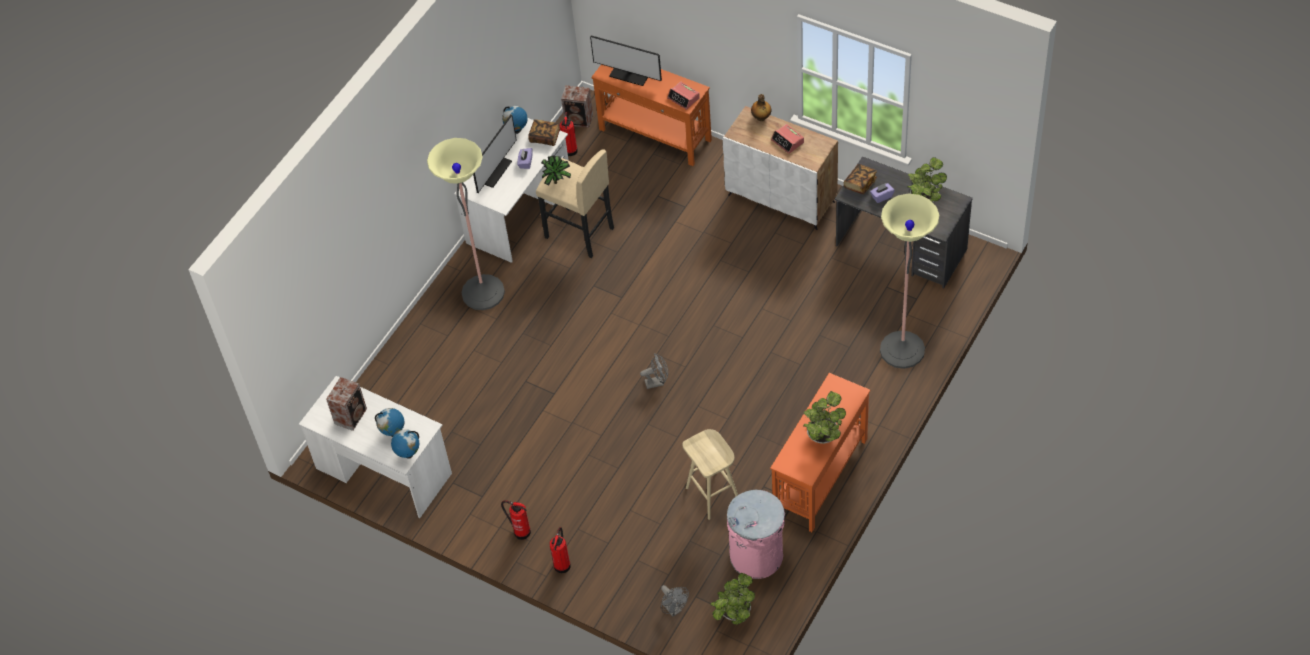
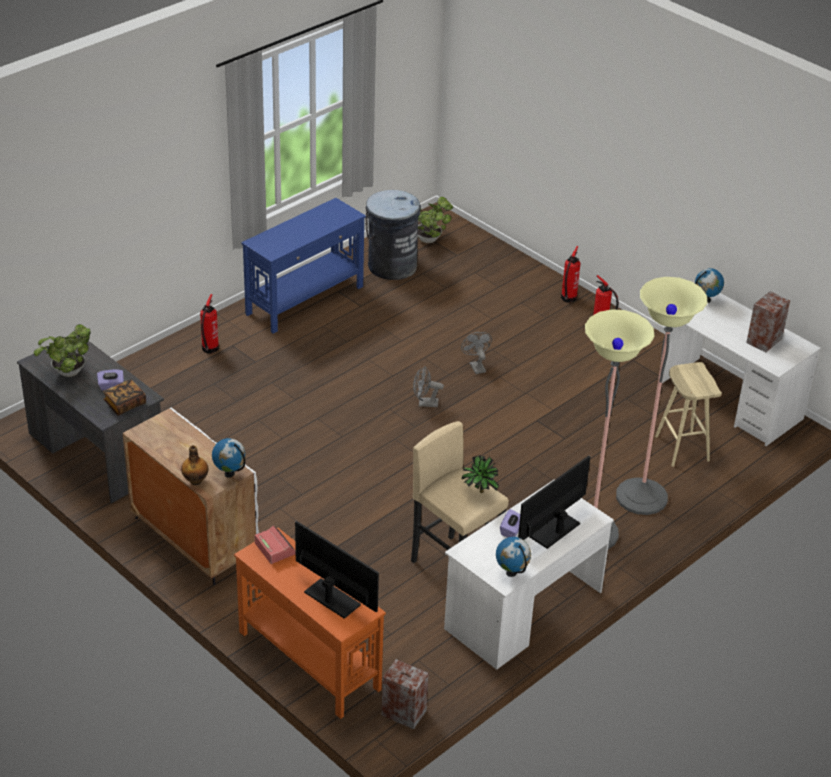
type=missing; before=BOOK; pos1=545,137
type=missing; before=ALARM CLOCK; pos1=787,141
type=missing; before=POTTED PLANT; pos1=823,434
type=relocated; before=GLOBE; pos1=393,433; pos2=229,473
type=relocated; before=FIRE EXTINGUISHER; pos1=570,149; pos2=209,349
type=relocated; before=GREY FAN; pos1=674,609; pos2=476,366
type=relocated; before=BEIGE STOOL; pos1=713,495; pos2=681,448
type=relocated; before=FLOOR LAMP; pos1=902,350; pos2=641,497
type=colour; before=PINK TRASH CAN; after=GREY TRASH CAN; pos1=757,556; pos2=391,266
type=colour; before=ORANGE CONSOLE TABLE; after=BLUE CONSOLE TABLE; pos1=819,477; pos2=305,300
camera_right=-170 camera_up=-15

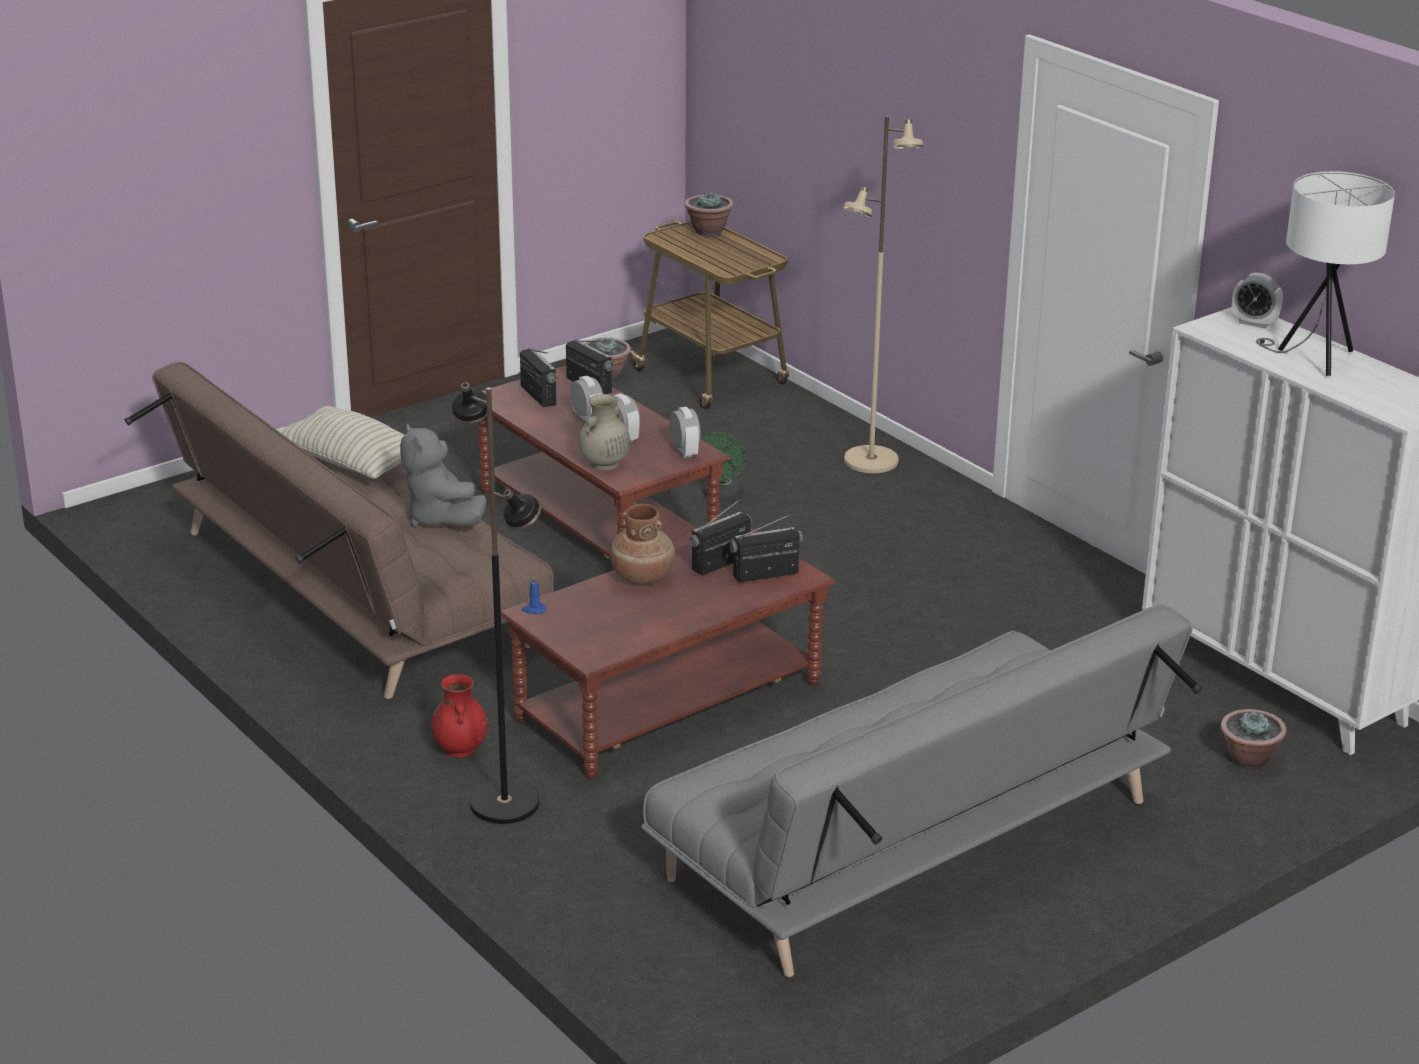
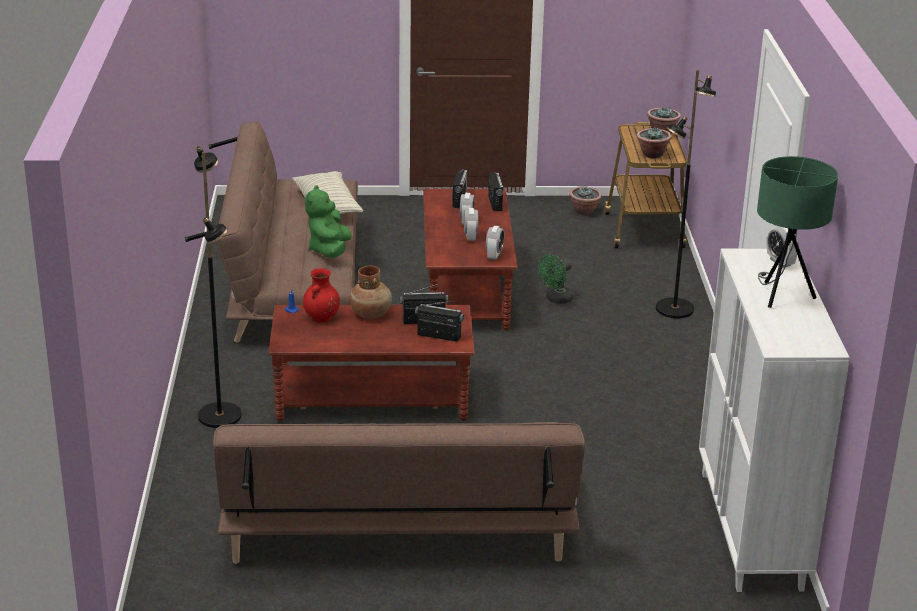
type=missing; before=BEIGE VASE; pos1=604,464
type=relocated; before=RED VASE; pos1=460,749; pos2=321,318
type=relocated; before=POTTED PLANT; pos1=1248,759; pos2=652,154
type=colour; before=GREY PLUSH TOY; after=GREEN PLUSH TOY; pos1=441,519; pos2=329,250
type=colour; before=GREY SOFA; after=BROWN SOFA; pos1=914,841; pos2=399,525
type=colour; before=BEIGE FLOOR LAMP; after=BLACK FLOOR LAMP; pos1=871,461; pos2=674,309
type=colour; before=WHITE TABLE LAMP; after=GREEN TABLE LAMP; pos1=1315,359; pos2=781,295
camera_right=35 camera_up=0

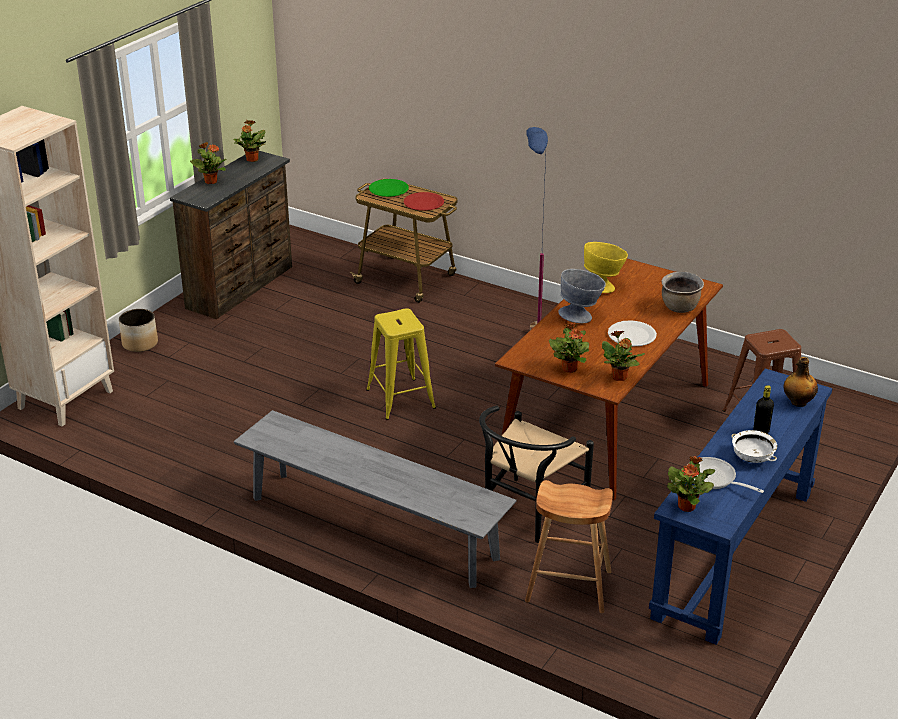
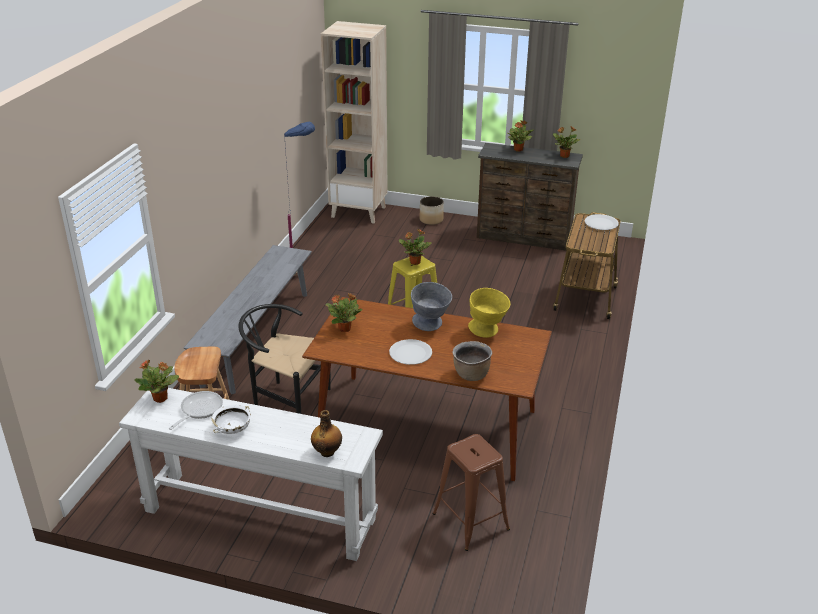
type=missing; before=RED PLATE; pos1=424,203
type=missing; before=BLACK BOTTLE; pos1=761,431
type=relocated; before=BLUE FLOOR LAMP; pos1=533,325; pos2=304,273
type=relocated; before=POTTED PLANT; pos1=619,377; pos2=414,262
type=colour; before=GREEN PLATE; after=WHITE PLATE; pos1=388,189; pos2=601,223
type=colour; before=BLUE CONSOLE TABLE; after=WHITE CONSOLE TABLE; pos1=734,553; pos2=260,514
camera_right=75 camera_up=0

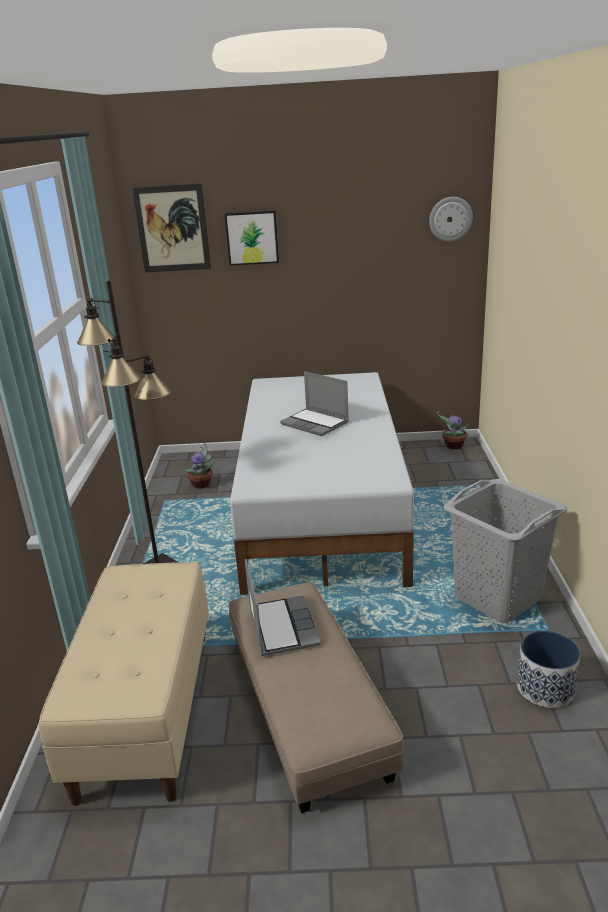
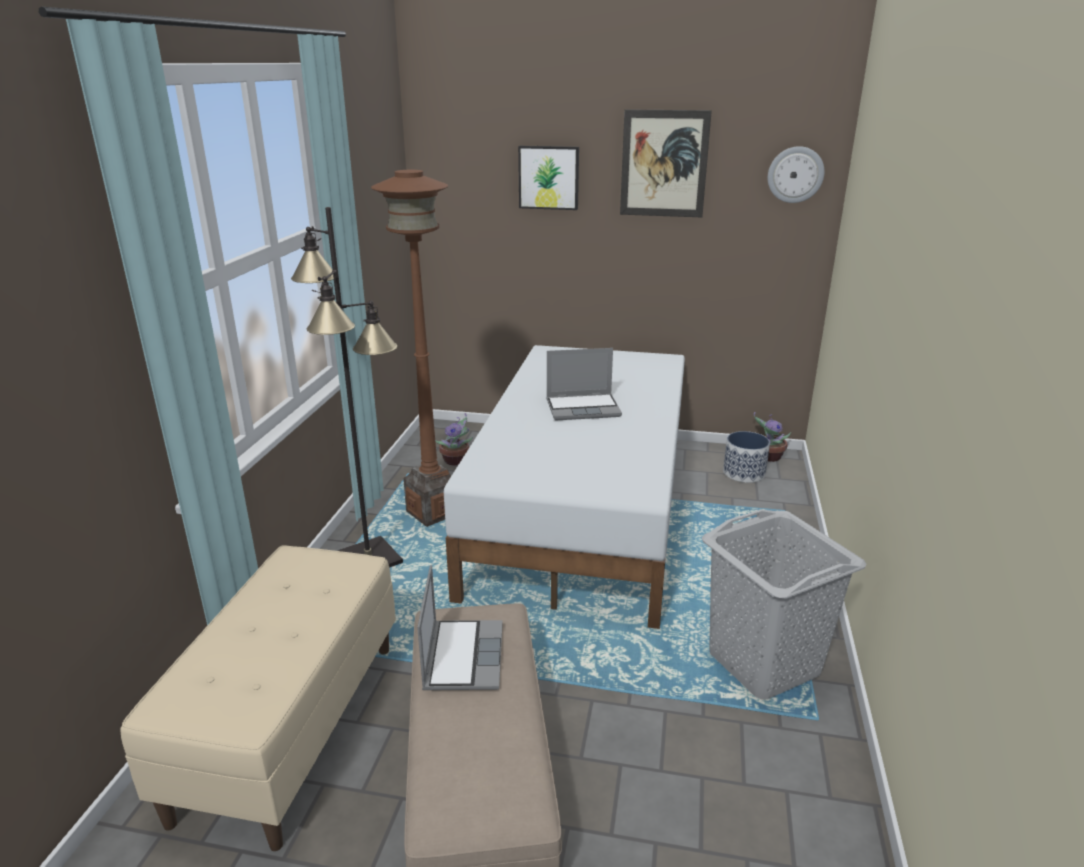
type=appeared; after=BROWN FLOOR LAMP; pos2=432,513
type=relocated; before=PICTURE; pos1=172,228; pos2=664,164
type=relocated; before=PLANTER; pos1=545,688; pos2=744,473
type=spun; before=LAPTOP; pos1=316,423; pos2=583,408; turn=-60
camera_right=10 camera_up=0

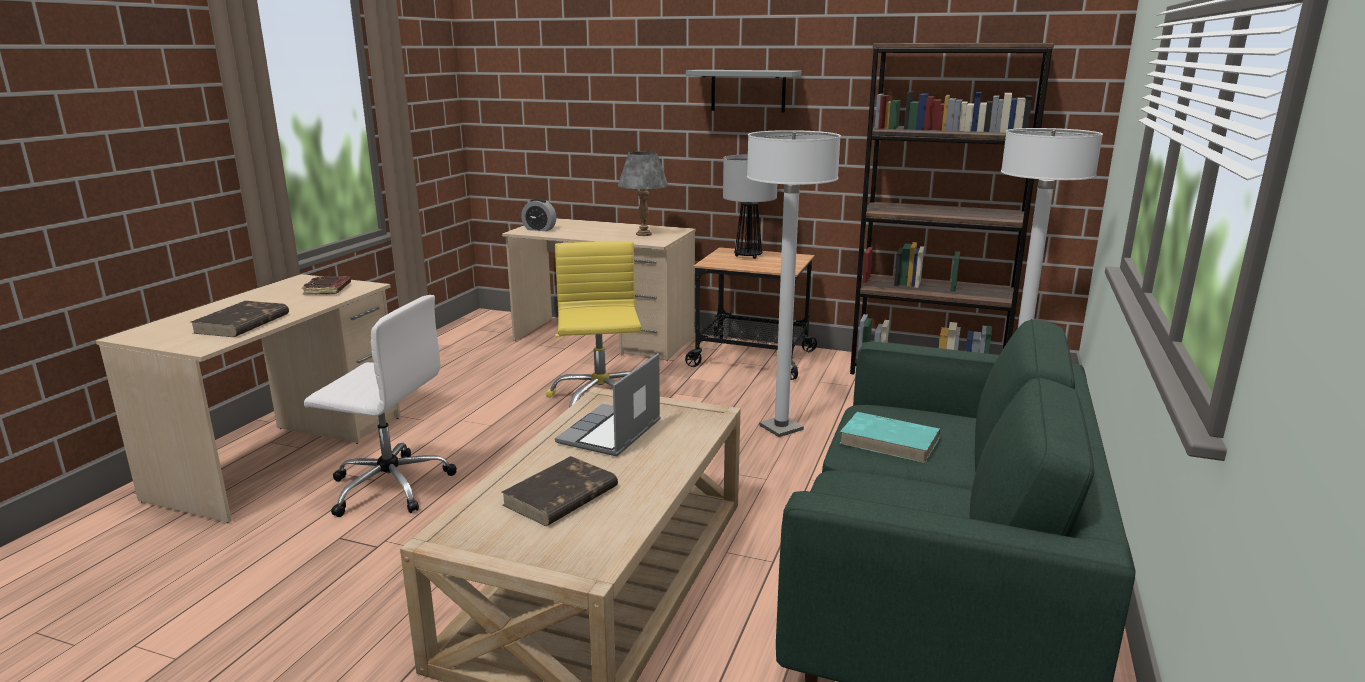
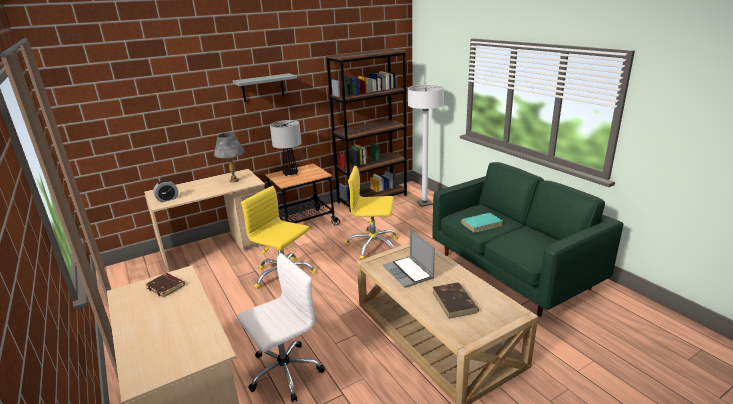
type=missing; before=BROWN BOOK; pos1=242,324
type=exchanged; before=WHITE FLOOR LAMP; after=YELLOW OFFICE CHAIR; pos1=781,428; pos2=373,245
camera_right=-50 camera_up=5

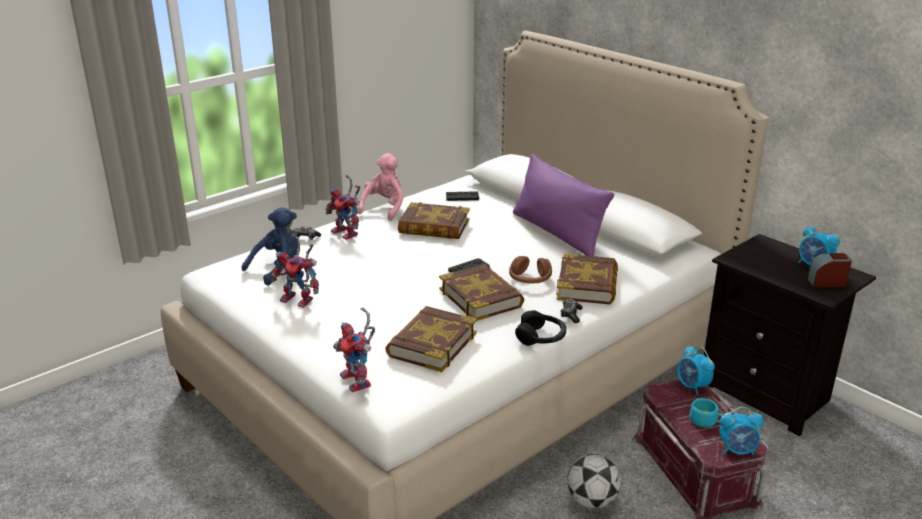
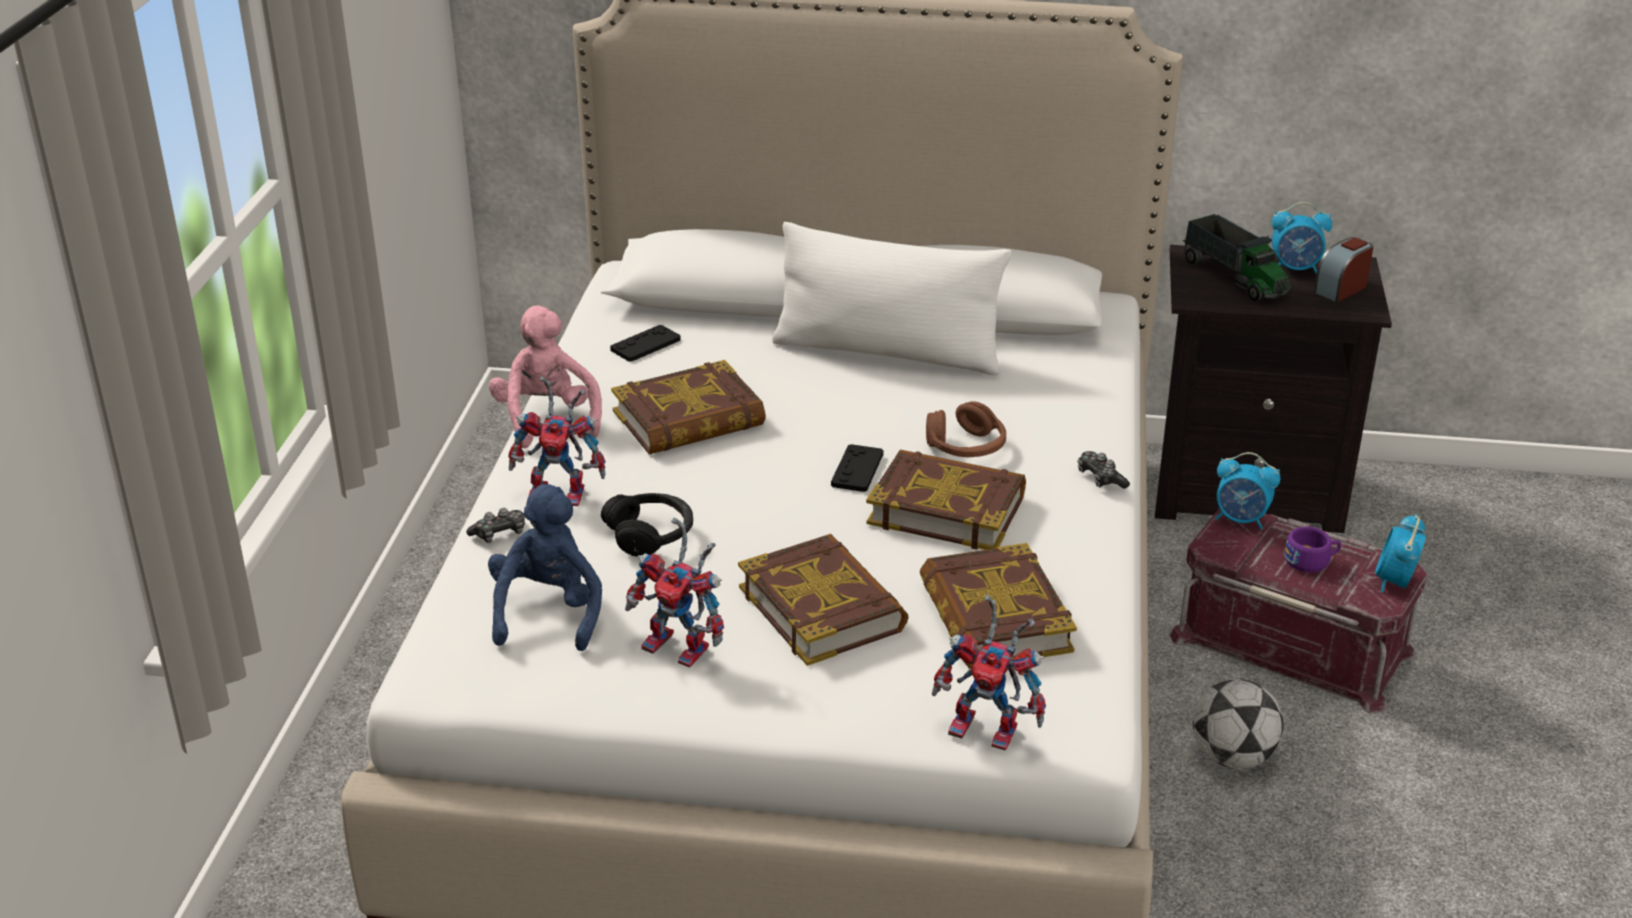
type=appeared; after=TOY TRUCK; pos2=1235,277
type=relocated; before=BLACK HEADPHONES; pos1=541,337; pos2=650,534
type=relocated; before=BOOK; pos1=587,285; pos2=822,608
type=colour; before=PURPLE PILLOW; after=WHITE PILLOW; pos1=557,233; pos2=887,352
type=colour; before=TURQUOISE CUP; after=PURPLE CUP; pos1=706,421; pos2=1311,561
type=spun; before=TOY ROBOT; pos1=300,300; pos2=683,648; turn=45
type=spun; before=ALARM CLOCK; pos1=737,450; pos2=1394,582; turn=150
camera_right=-40 camera_up=5

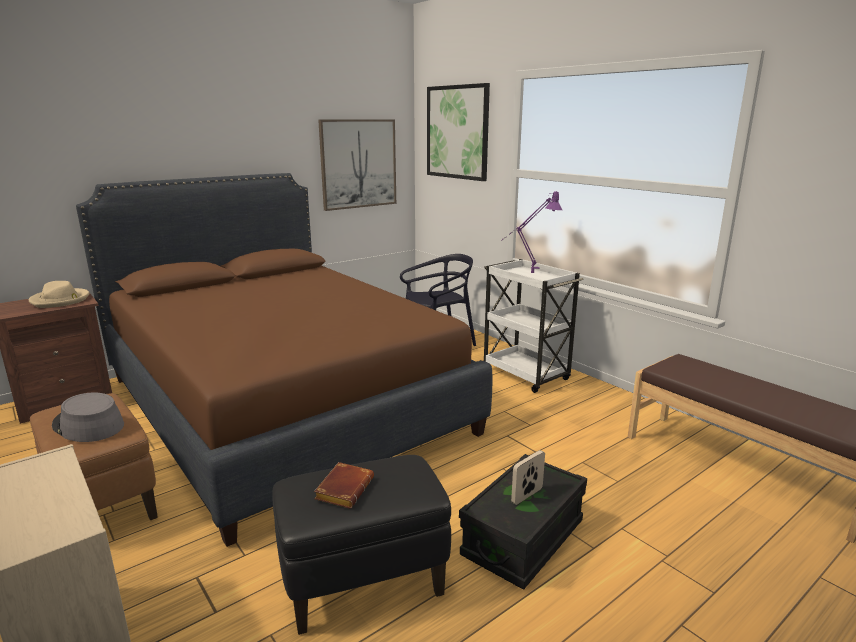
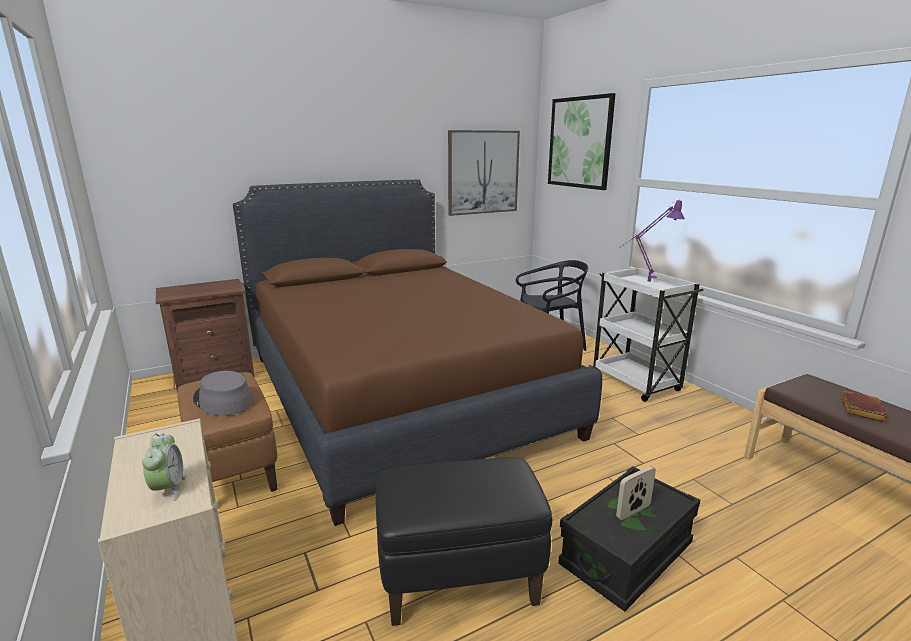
type=missing; before=BEIGE HAT; pos1=60,300
type=appeared; after=ALARM CLOCK; pos2=168,489
type=relocated; before=BROWN BOOK; pos1=344,488; pos2=859,409
camera_right=10 camera_up=0

